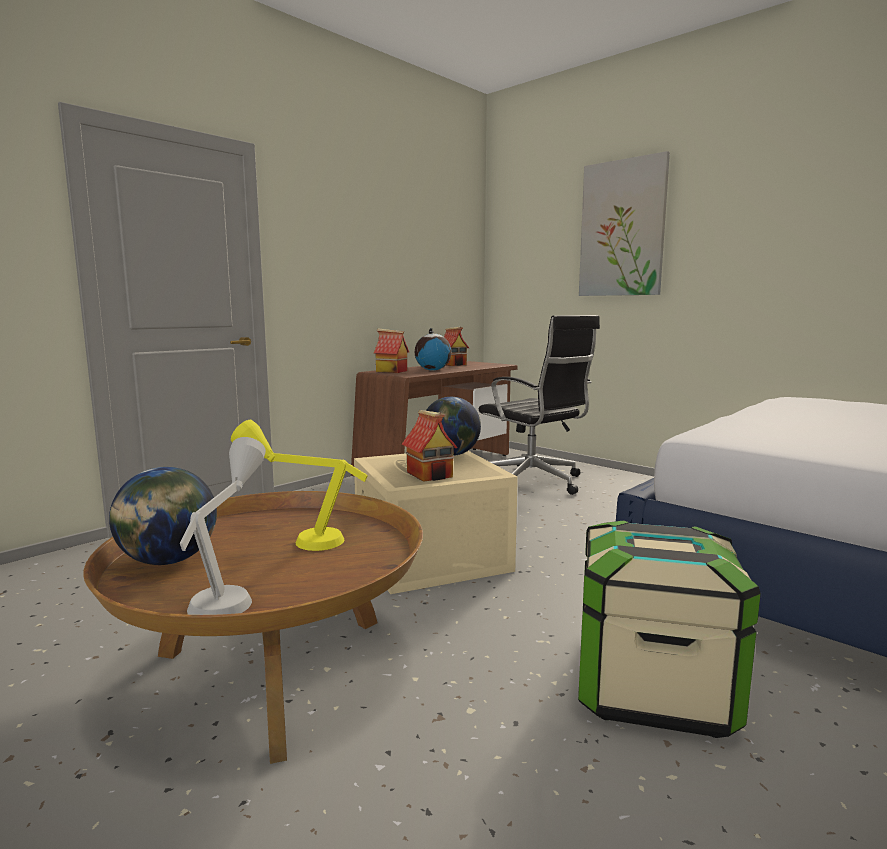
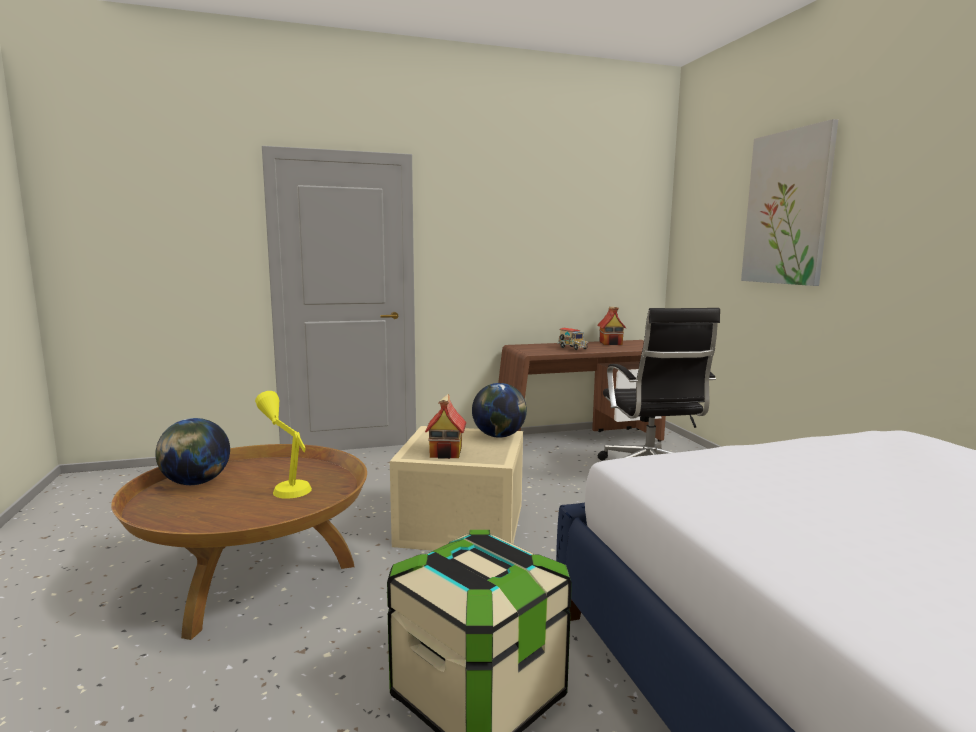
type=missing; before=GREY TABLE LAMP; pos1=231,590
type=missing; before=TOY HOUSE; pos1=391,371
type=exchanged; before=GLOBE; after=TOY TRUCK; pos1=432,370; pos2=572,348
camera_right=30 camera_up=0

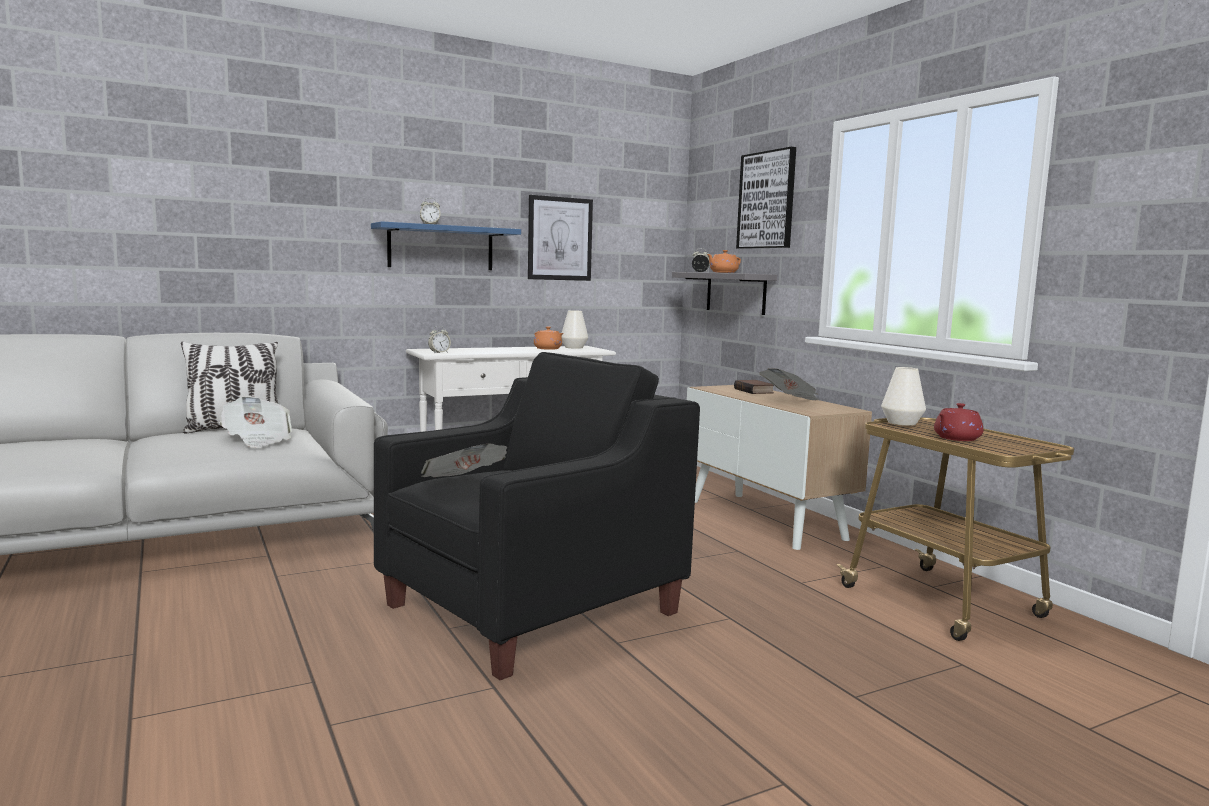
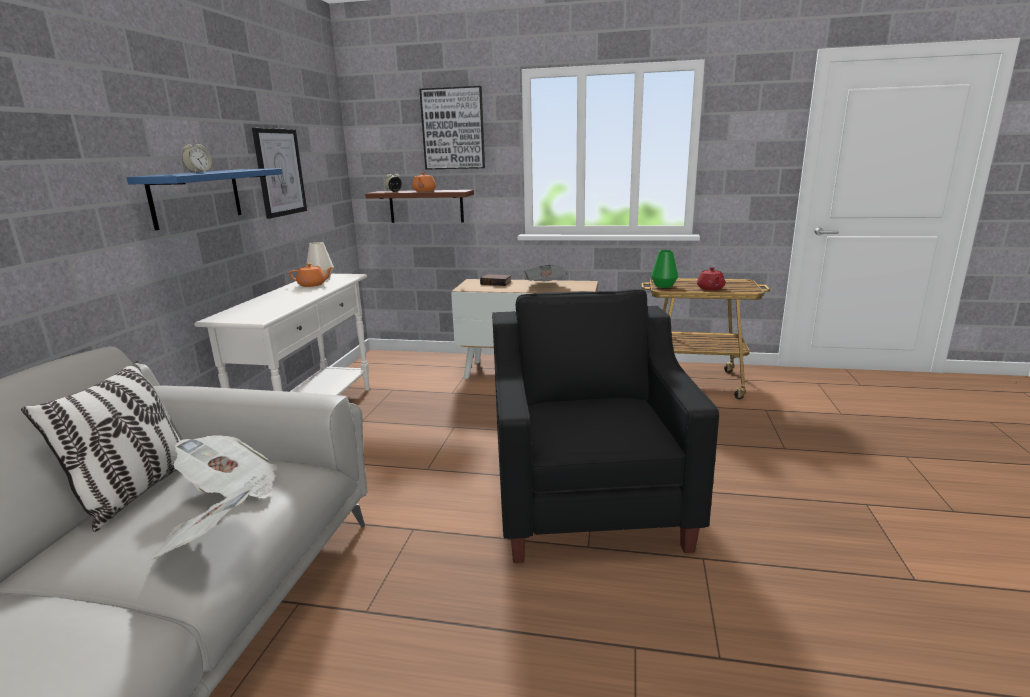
type=missing; before=ALARM CLOCK; pos1=439,353
type=relocated; before=NEWSPAPER; pos1=463,485; pos2=208,544
type=colour; before=GREY SHELF; after=BROWN SHELF; pos1=736,293; pos2=426,206
type=colour; before=WHITE VASE; after=GREEN VASE; pos1=901,423; pos2=663,285
camera_right=-50 camera_up=10

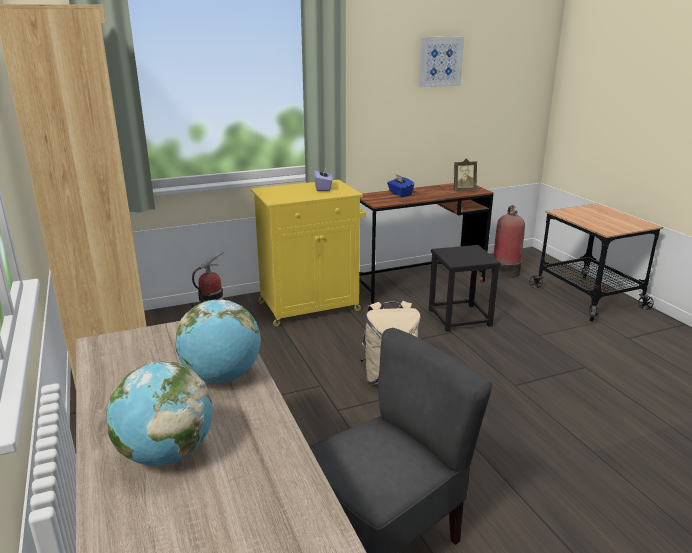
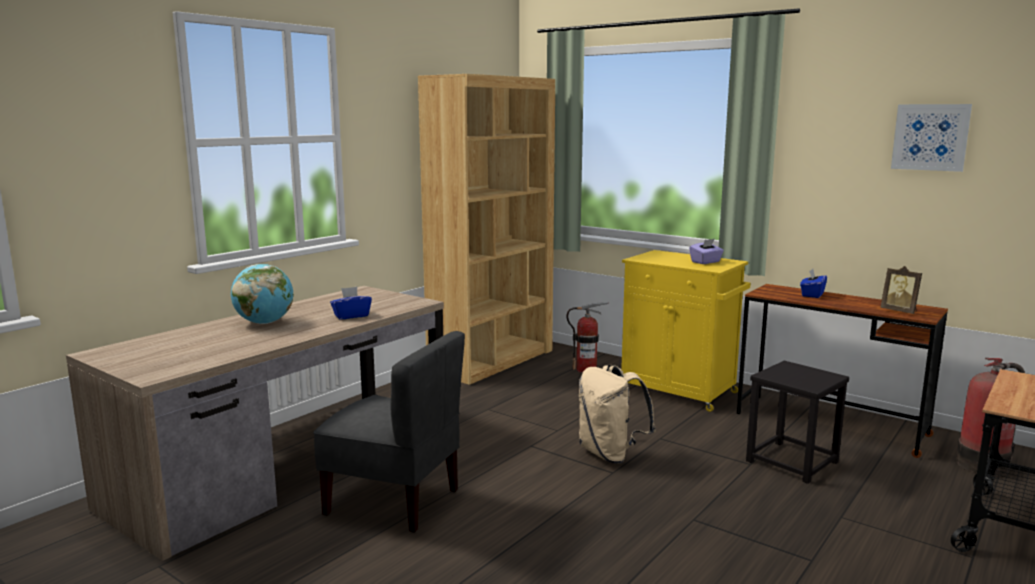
type=exchanged; before=GLOBE; after=BLUE TISSUE BOX; pos1=222,377; pos2=351,316
camera_right=60 camera_up=-10

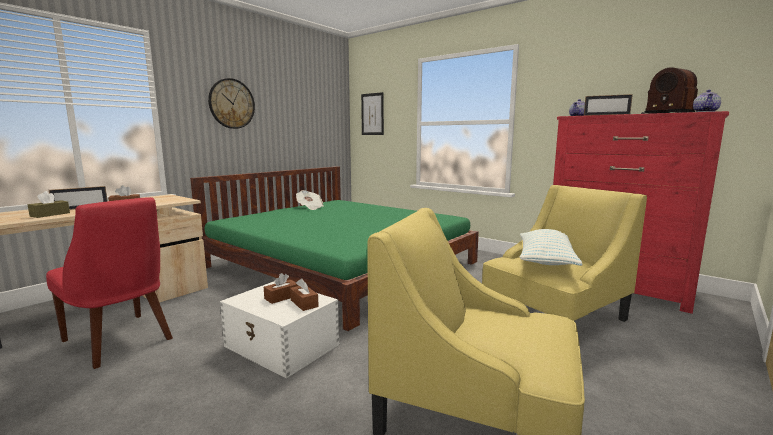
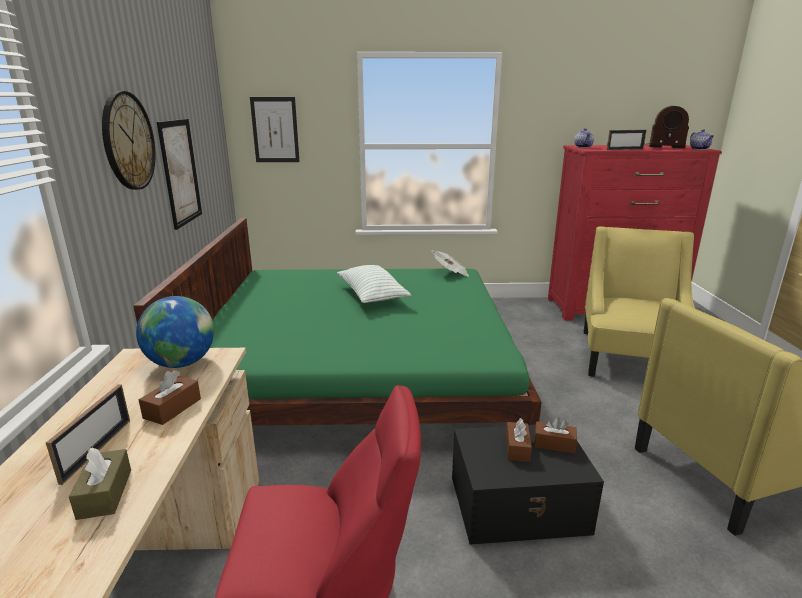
type=appeared; after=GLOBE; pos2=182,363
type=appeared; after=PICTURE; pos2=180,172
type=relocated; before=NEWSPAPER; pos1=310,207; pos2=450,273
type=relocated; before=PILLOW; pos1=546,260; pos2=372,295
type=colour; before=WHITE STORAGE BOX; after=BLACK STORAGE BOX; pos1=282,346; pos2=519,504
camera_right=-40 camera_up=10

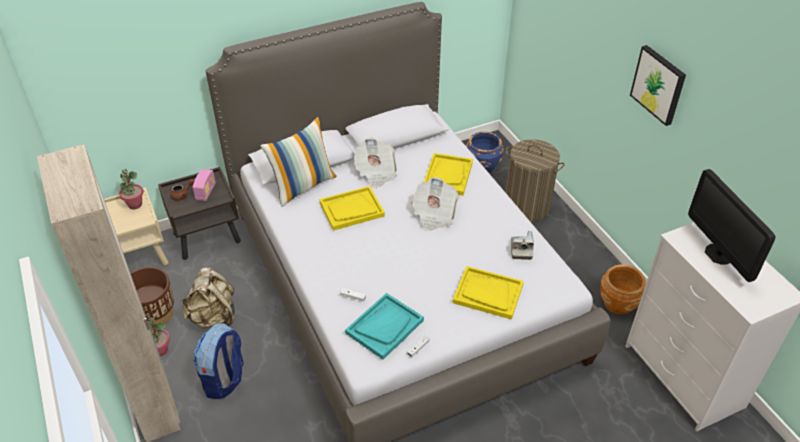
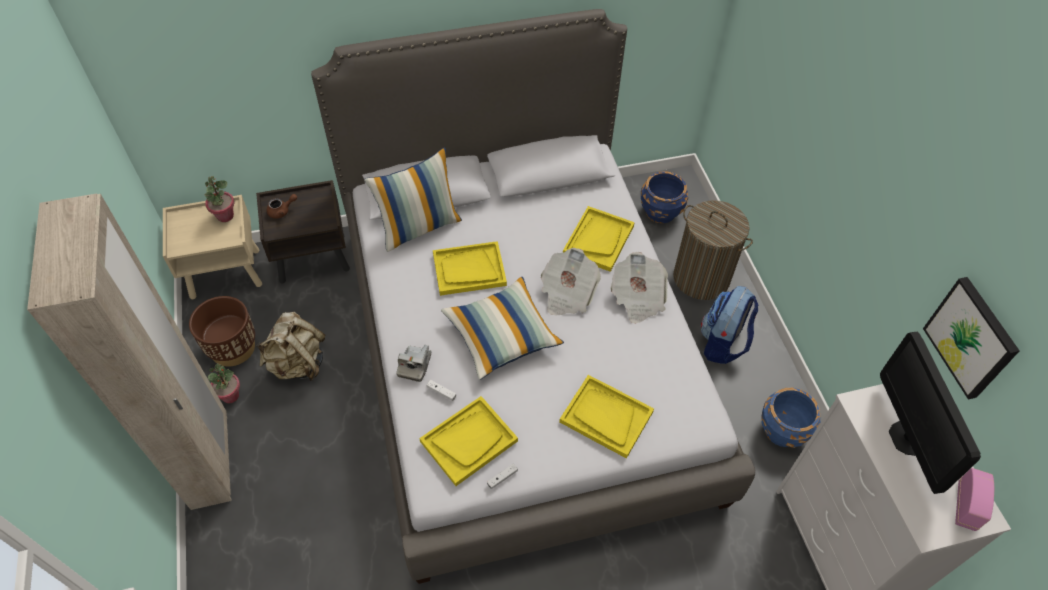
type=appeared; after=PILLOW; pos2=502,335
type=relocated; before=RADIO; pos1=206,192; pos2=966,506
type=relocated; before=BACKPACK; pos1=225,379; pos2=723,343
type=relocated; before=NEWSPAPER; pos1=376,172; pos2=637,298
type=relocated; before=PHOTO CAMERA; pos1=521,250; pos2=414,365
type=relocated; before=PICTURE; pos1=659,84; pos2=972,337
type=colour; before=TURQUOISE TRAY; after=YELLOW TRAY; pos1=384,326; pos2=469,441
type=colour; before=BROWN PLANTER; after=BLUE PLANTER; pos1=618,303; pos2=783,430
camera_right=10 camera_up=10

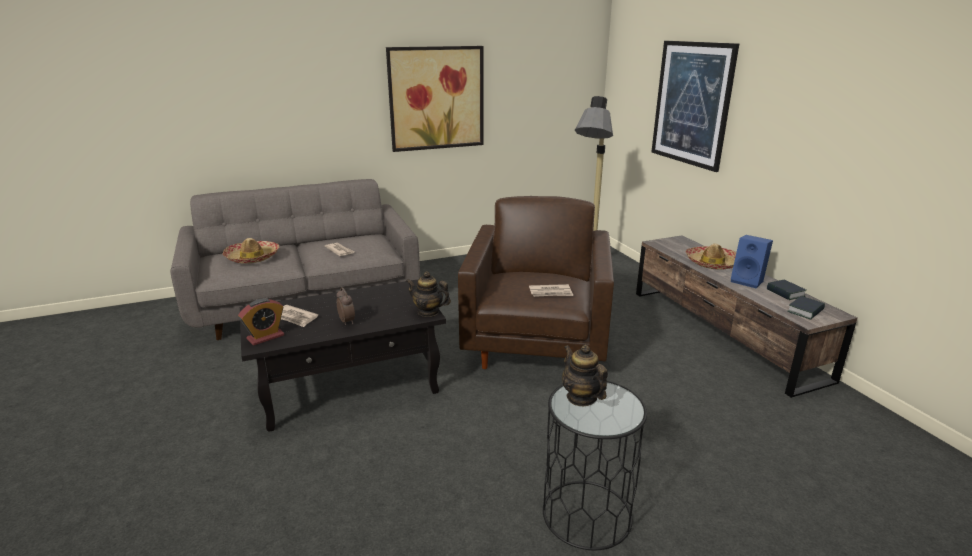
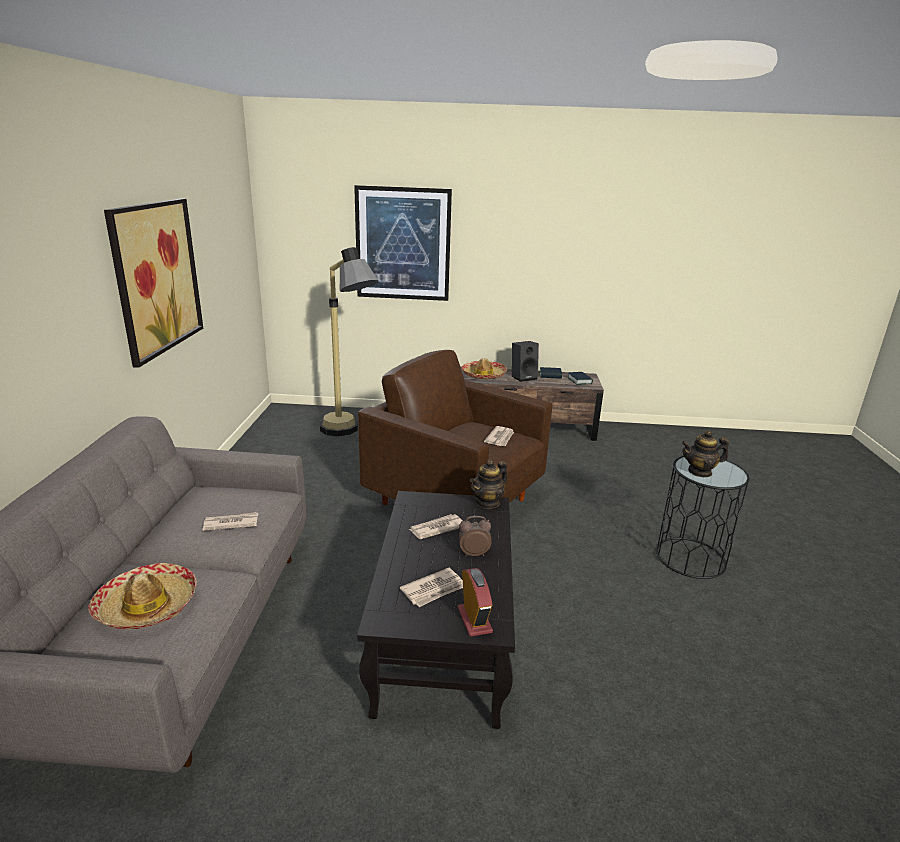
type=appeared; after=NEWSPAPER; pos2=436,528
type=colour; before=BLUE SPEAKER; after=BLACK SPEAKER; pos1=748,281; pos2=523,377
camera_right=-65 camera_up=0

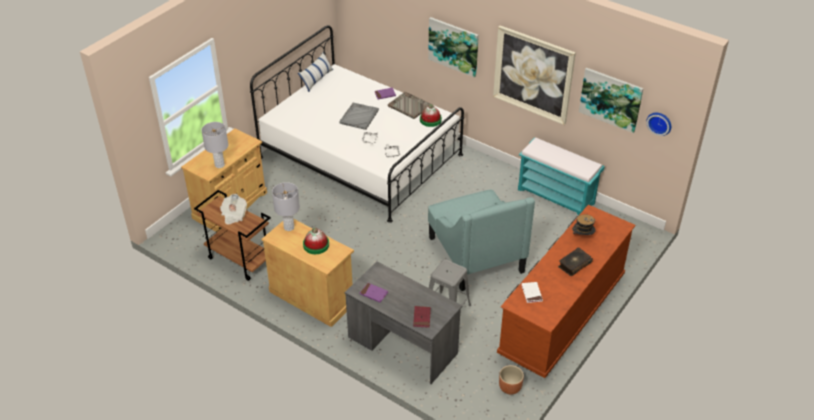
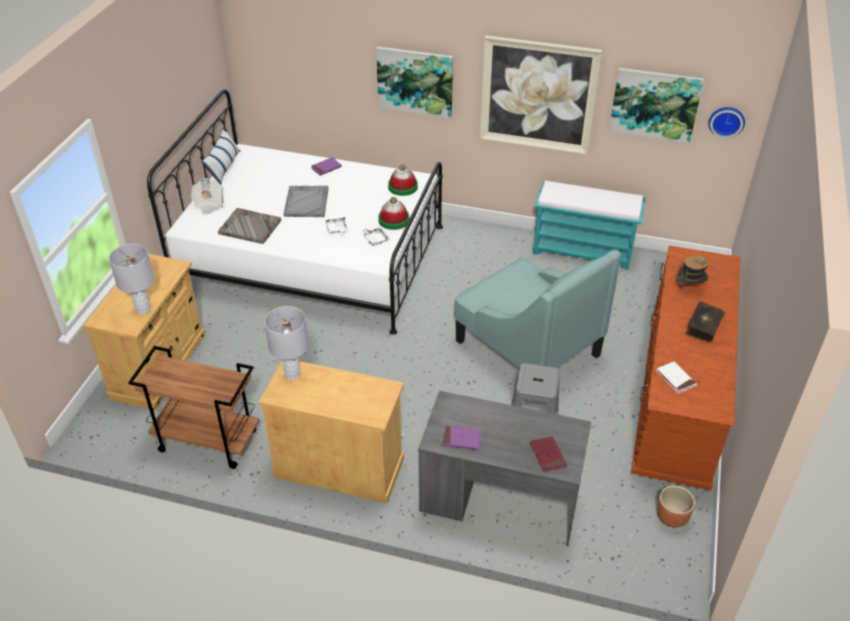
type=relocated; before=NEWSPAPER; pos1=234,215; pos2=209,204
type=relocated; before=HAT; pos1=316,245; pos2=394,220
type=relocated; before=GREY TRAY; pos1=409,106; pos2=249,227
camera_right=-20 camera_up=0

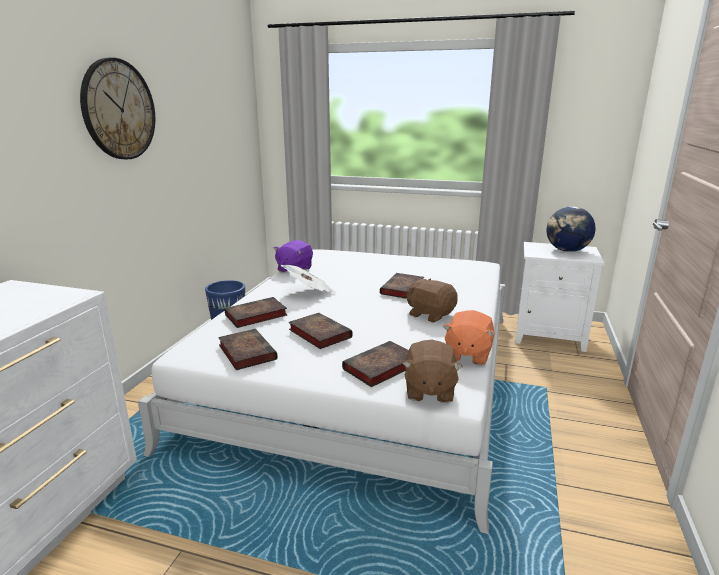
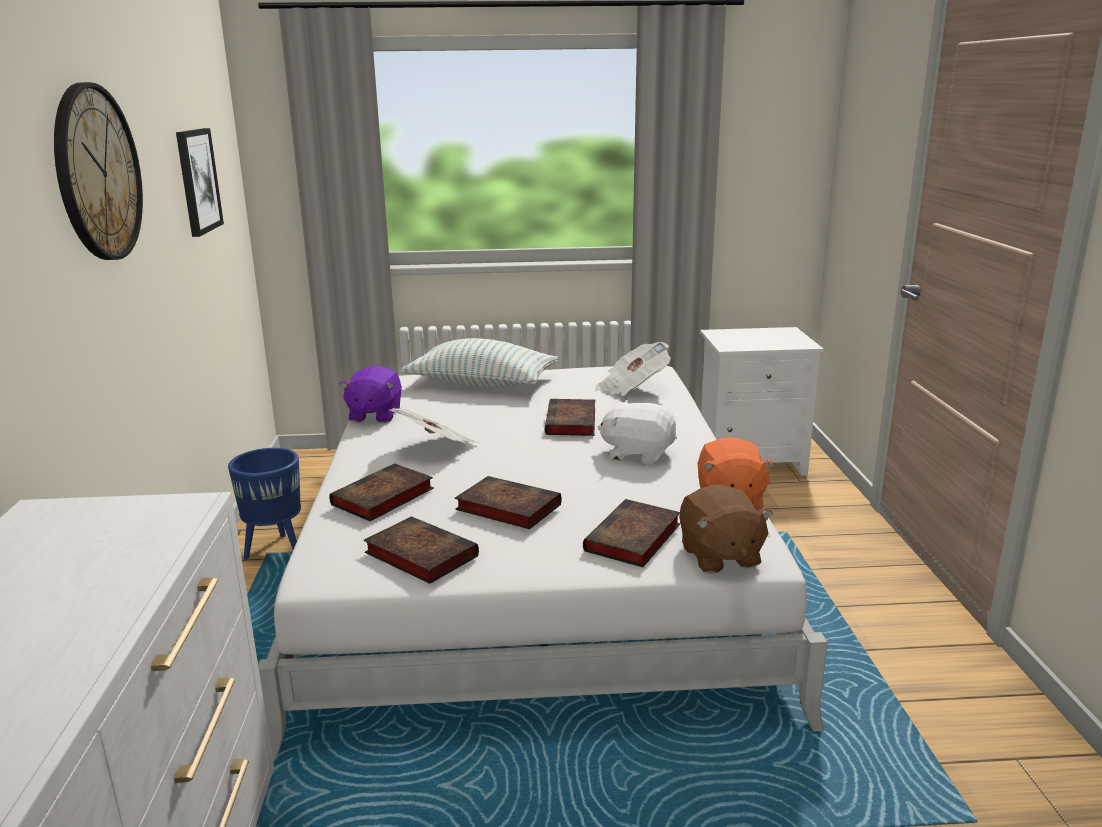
type=missing; before=GLOBE; pos1=567,251
type=appeared; after=PICTURE; pos2=197,181
type=appeared; after=PILLOW; pos2=482,384
type=appeared; after=NEWSPAPER; pos2=632,387
type=colour; before=BROWN PLUSH TOY; after=WHITE PLUSH TOY; pos1=430,314; pos2=638,454
camera_right=-20 camera_up=0

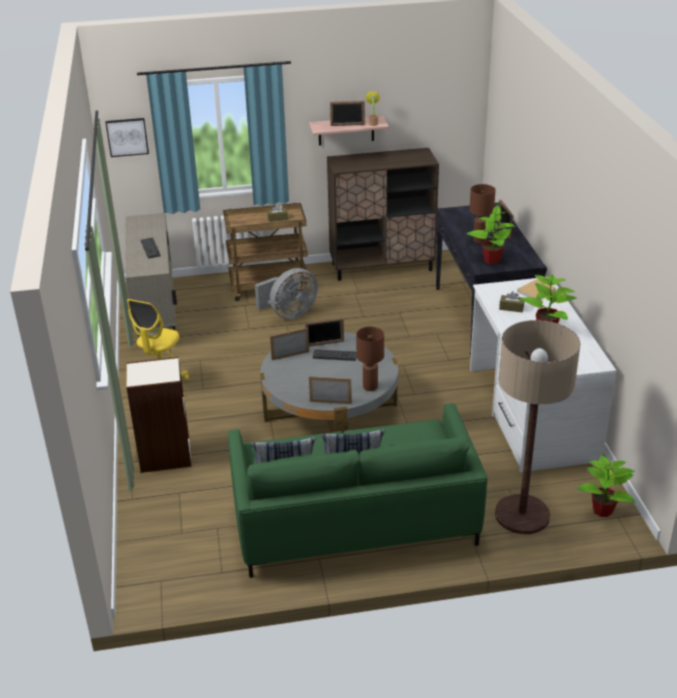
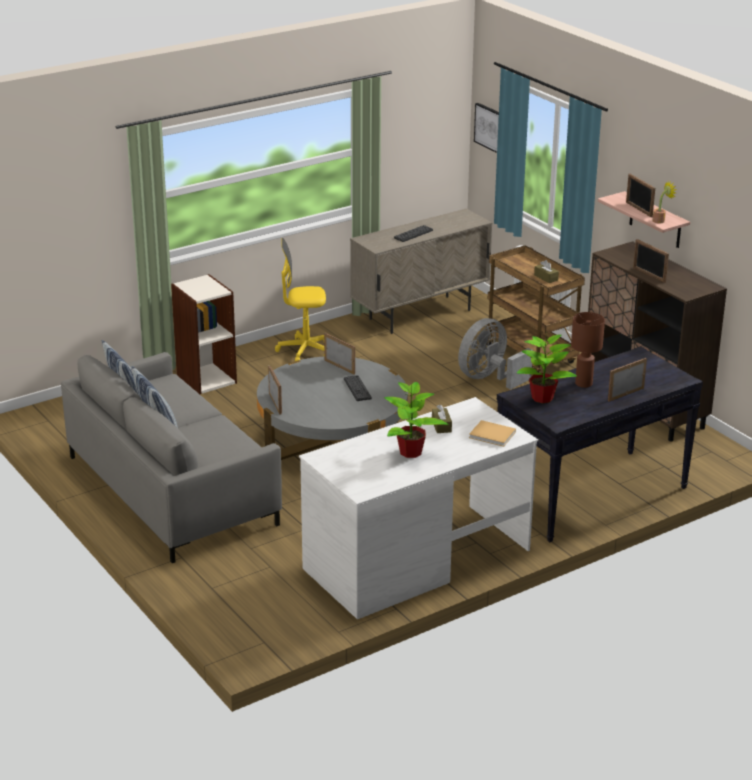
type=missing; before=BROWN TABLE LAMP; pos1=370,386
type=missing; before=FLOOR LAMP; pos1=522,515
type=missing; before=POTTED PLANT; pos1=603,510
type=relocated; before=PICTURE FRAME; pos1=325,343; pos2=649,275
type=colour; before=GREEN SOFA; after=GREY SOFA; pos1=353,519; pos2=172,489
type=spun; before=GREY FAN; pos1=289,314; pos2=489,378; turn=105
camera_right=65 camera_up=-5

